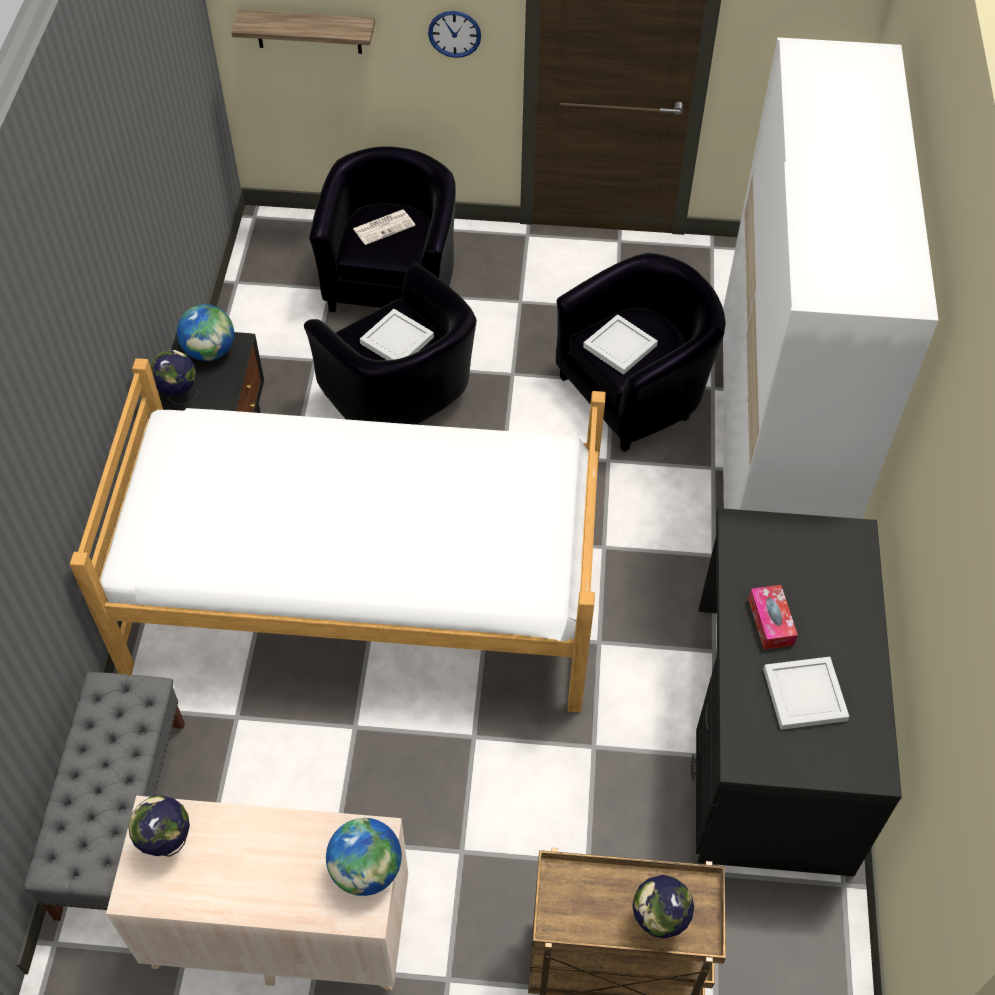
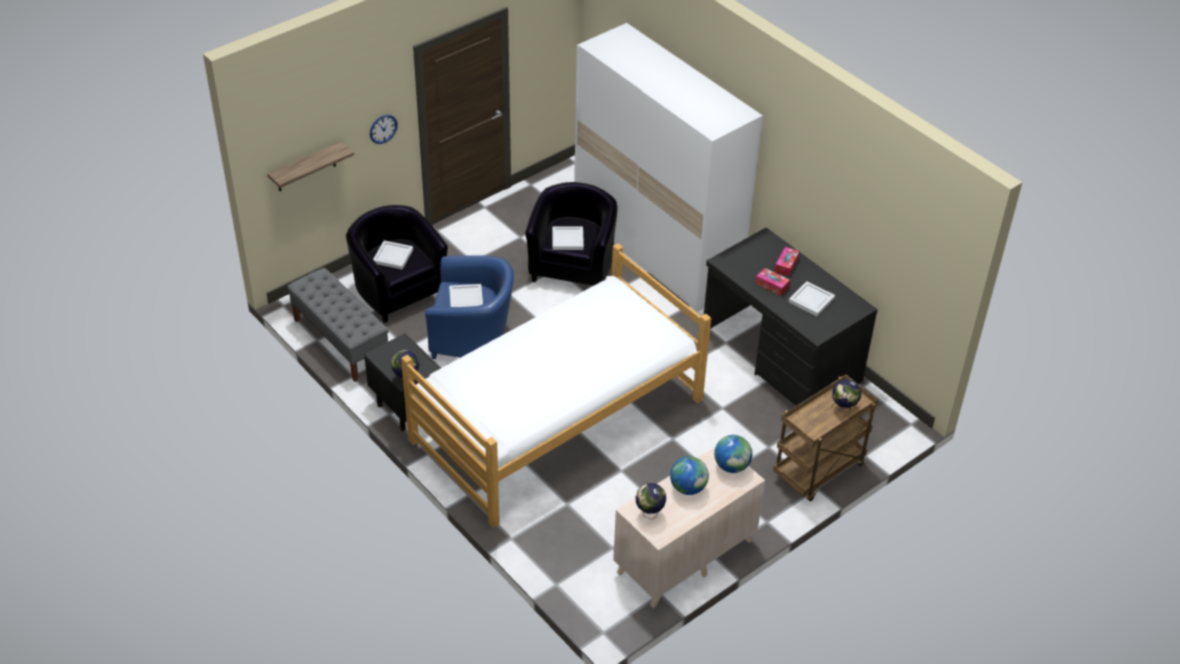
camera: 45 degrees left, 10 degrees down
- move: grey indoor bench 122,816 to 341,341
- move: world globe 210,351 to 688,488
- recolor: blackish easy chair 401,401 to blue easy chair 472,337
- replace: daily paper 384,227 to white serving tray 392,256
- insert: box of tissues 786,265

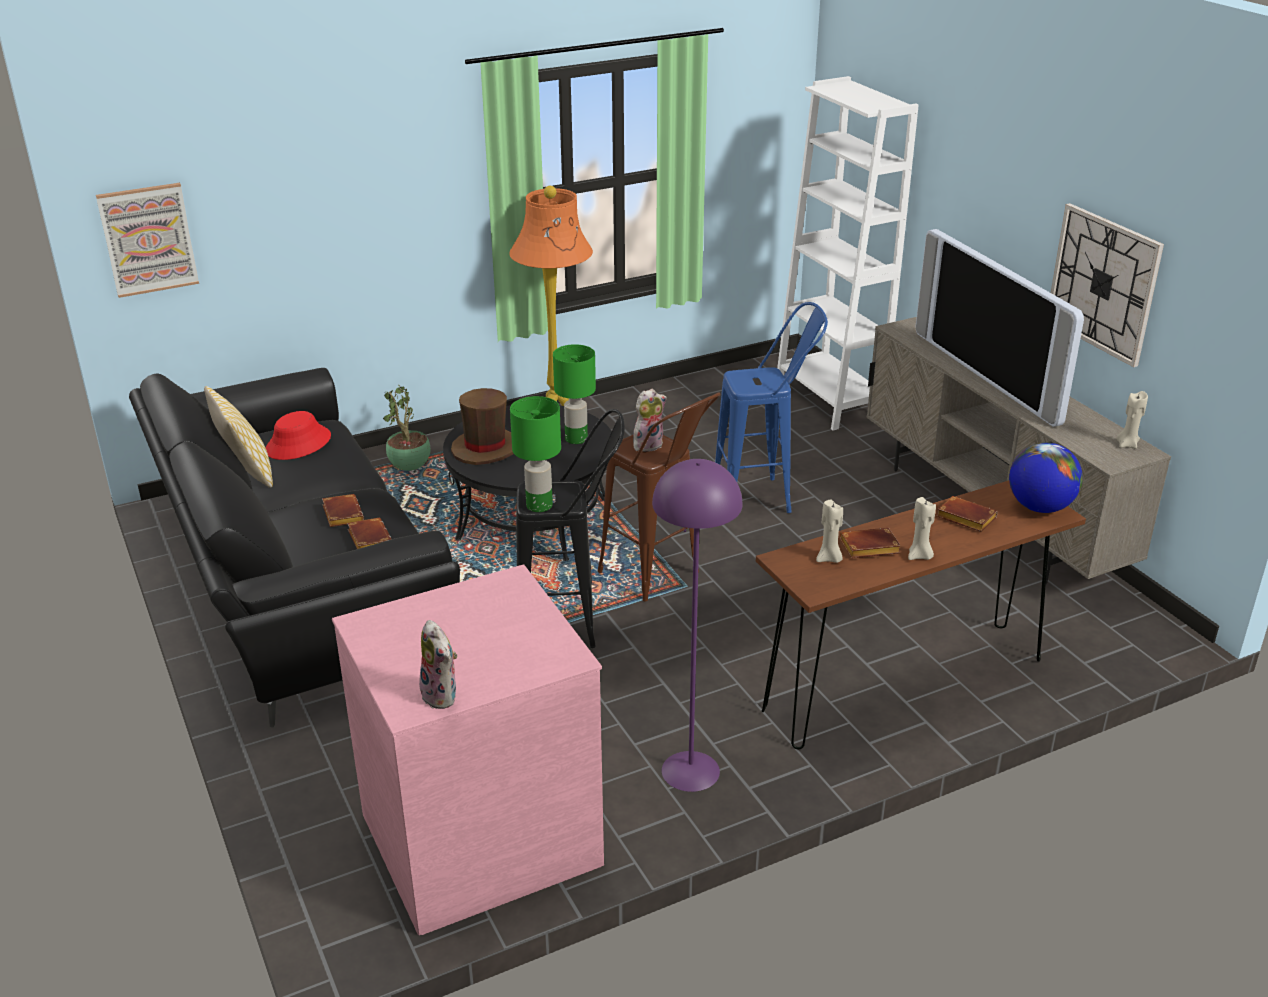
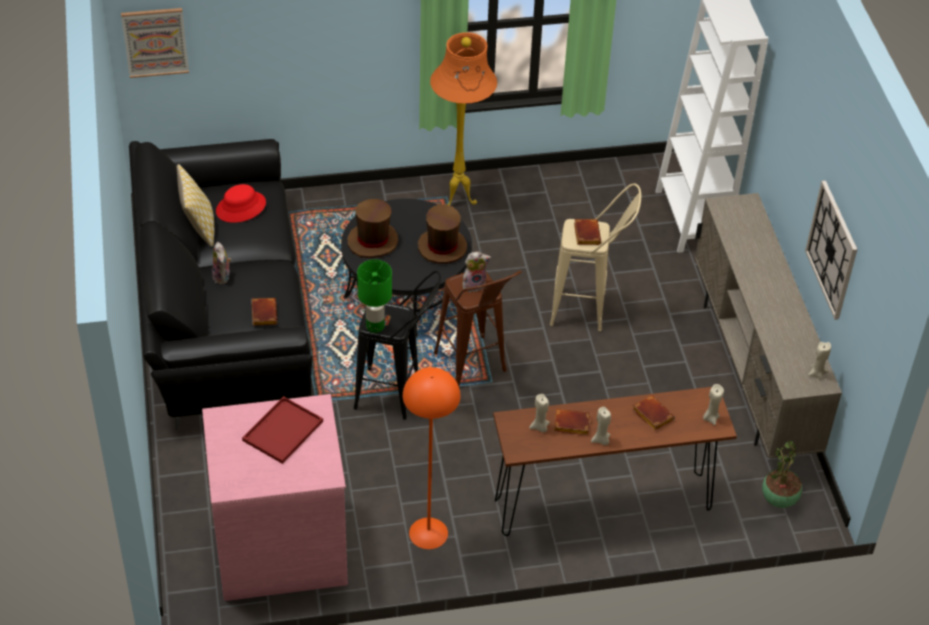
camera: 15 degrees right, 15 degrees up
- move: brown book 341,514 to 585,234
- move: plant in a pot 409,468 to 778,501
- move: soft toy 442,695 to 223,277
- replace: green lamp for a table 576,439 to brown hat 442,247
- recolor: purple-coloured standard lamp 690,771 to orange-coloured standard lamp 428,533
- recolor: blue sitting stool 764,497 to beige sitting stool 589,310
- delete: TV set 990,375
- replace: world globe 1040,507 to beige wax candle 710,418
- insert: red serving tray 282,432

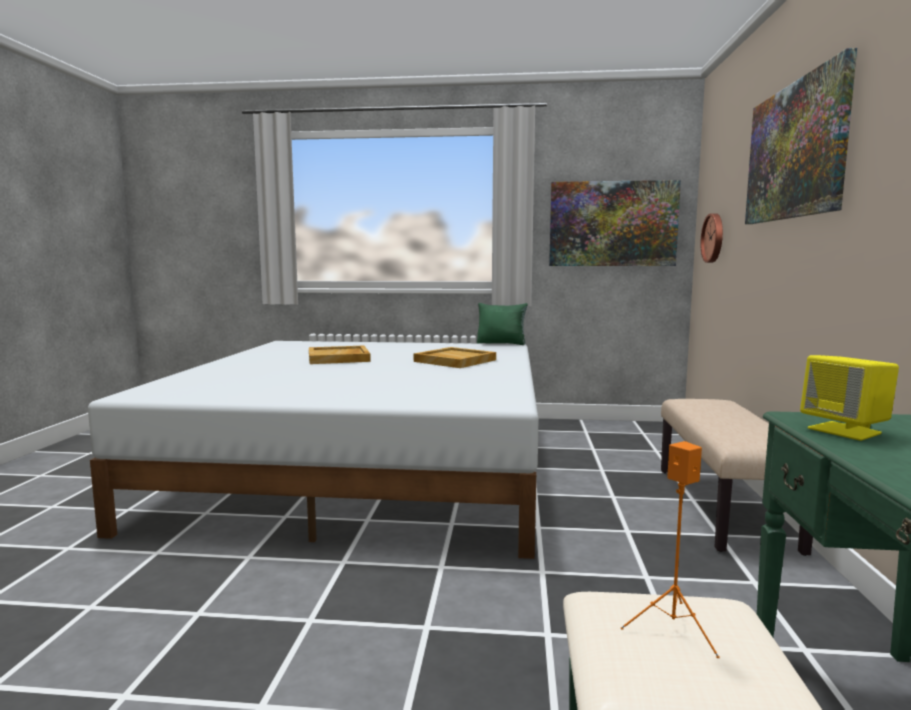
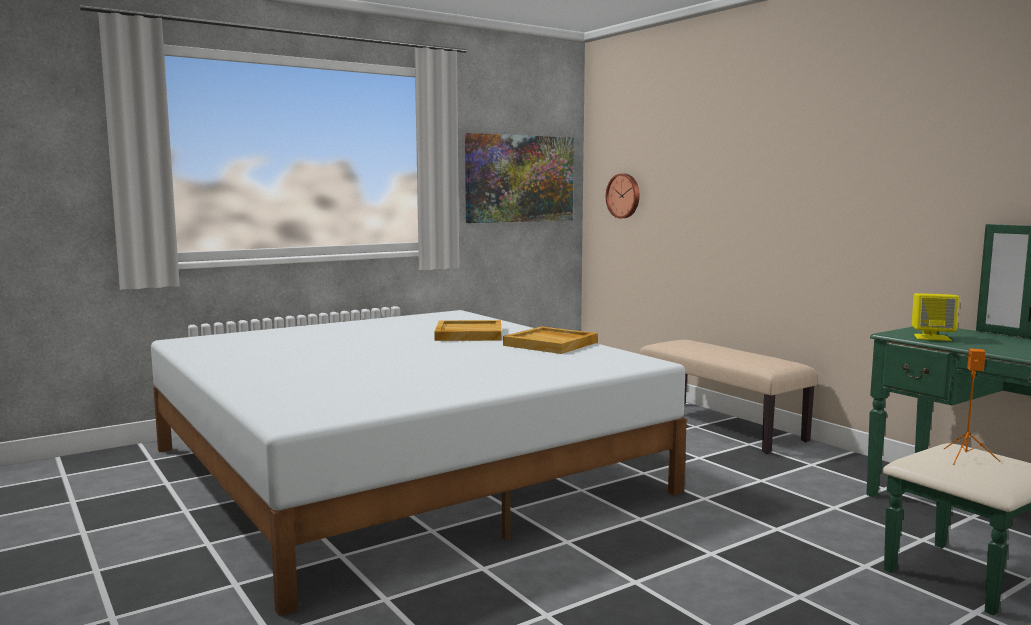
camera: 40 degrees left, 0 degrees up
- move: beige serving tray 339,358 to 551,344
- delete: green pillow 501,343
- delete: wall art 795,151

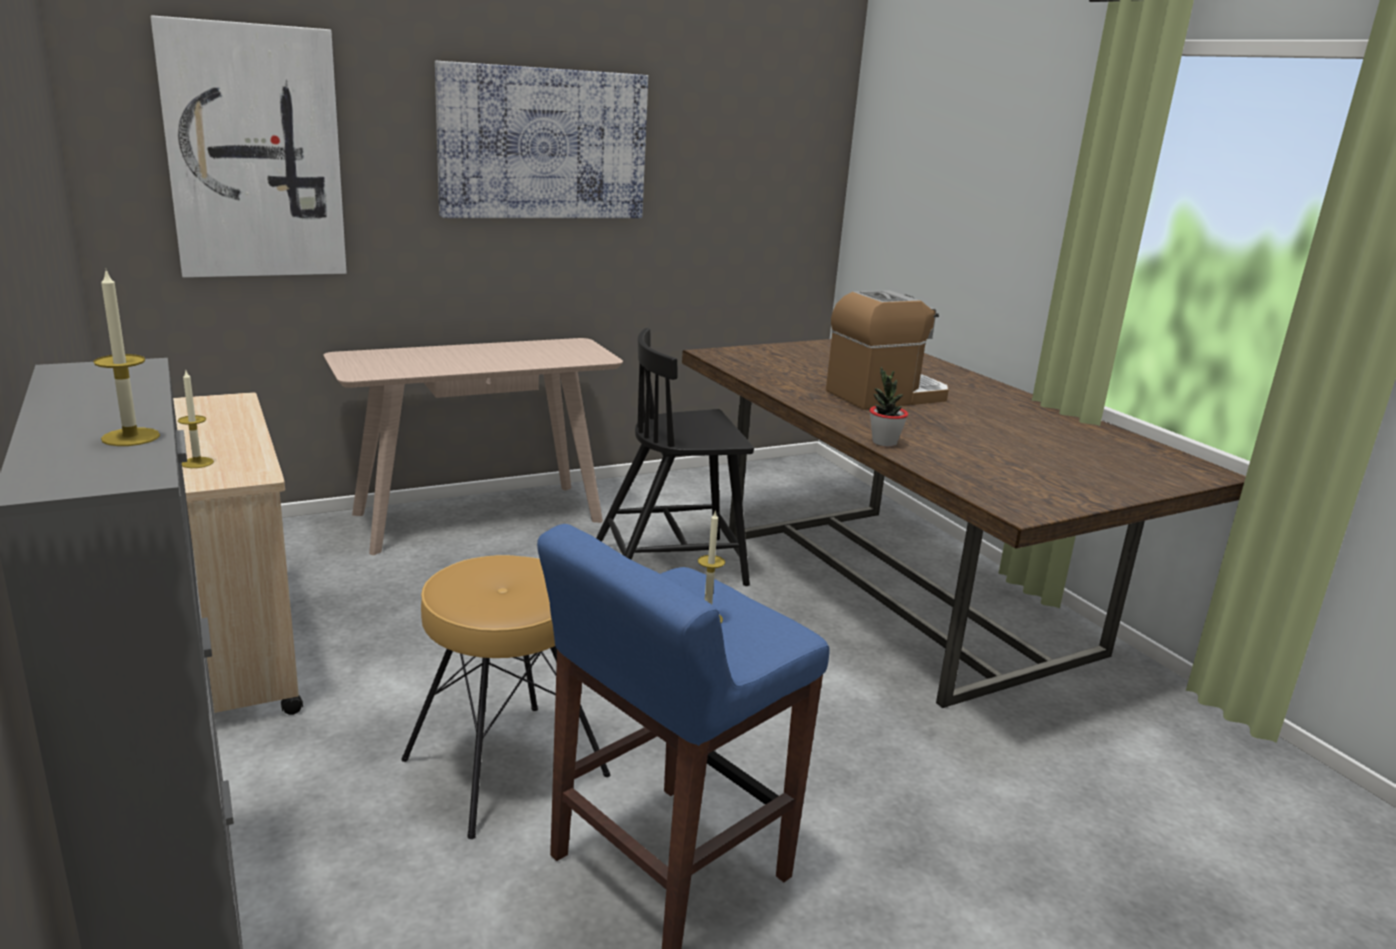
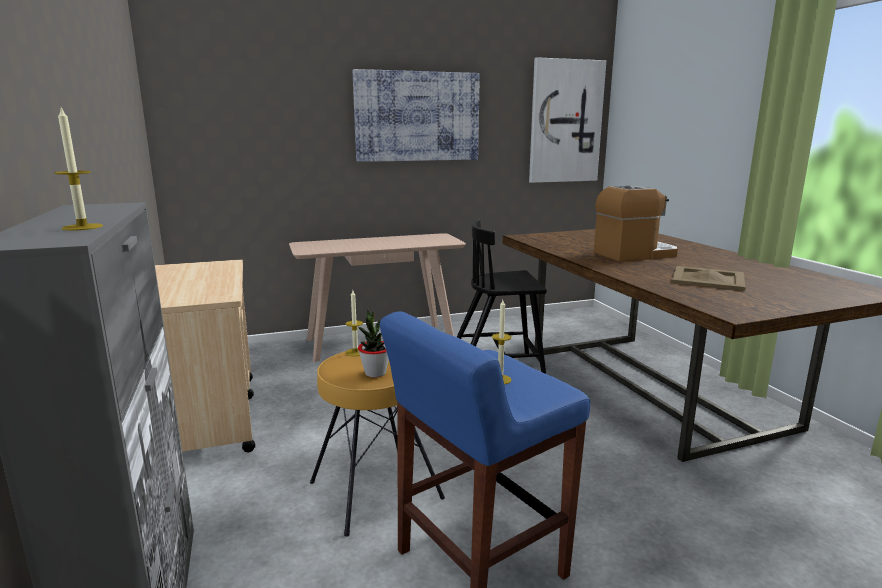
camera: 10 degrees right, 5 degrees down
- move: wall art 255,153 to 565,122
- move: wax candle 197,462 to 355,352
- move: plant in a pot 884,442 to 375,373
- insert: beige serving tray 707,278

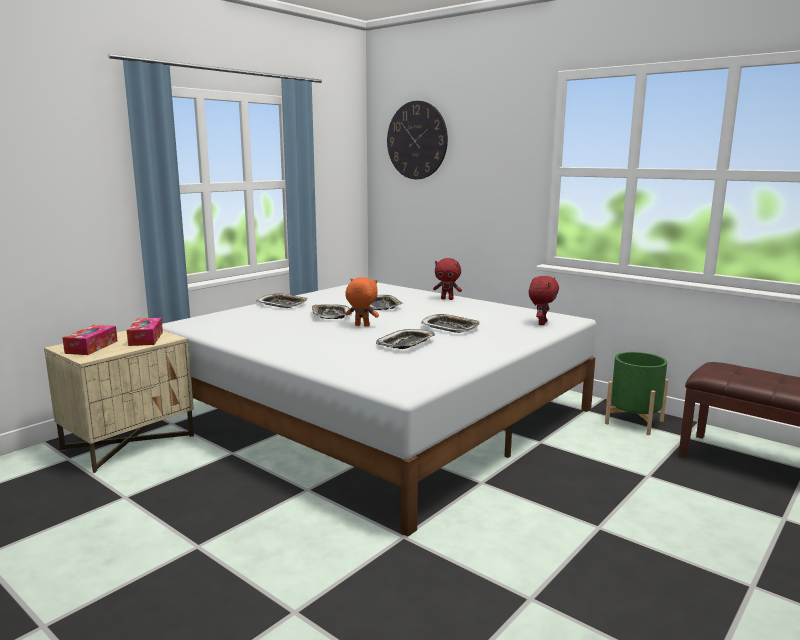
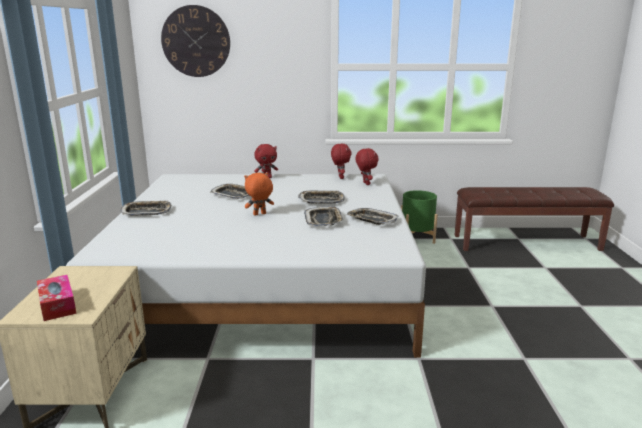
camera: 40 degrees left, 5 degrees up
- delete: box of tissues 146,338
- move: serving tray 330,315 to 372,220
- insert: red soft toy 340,177

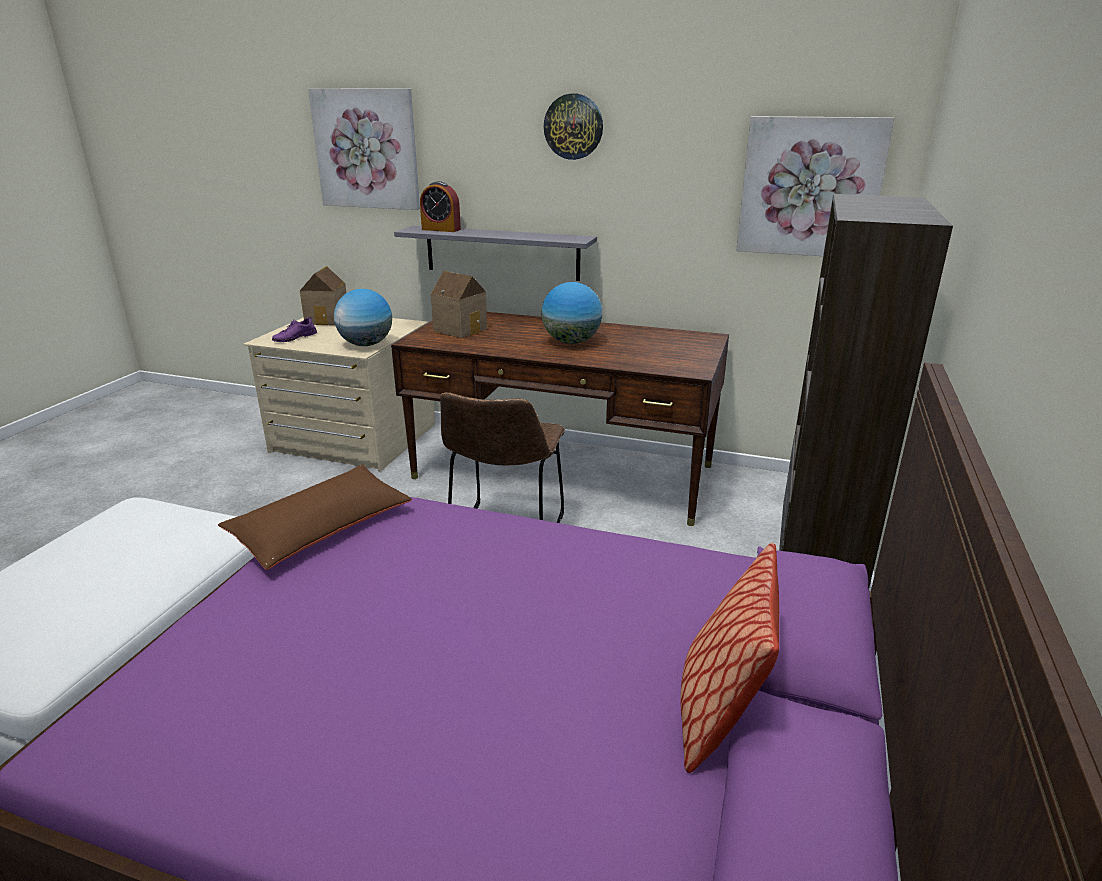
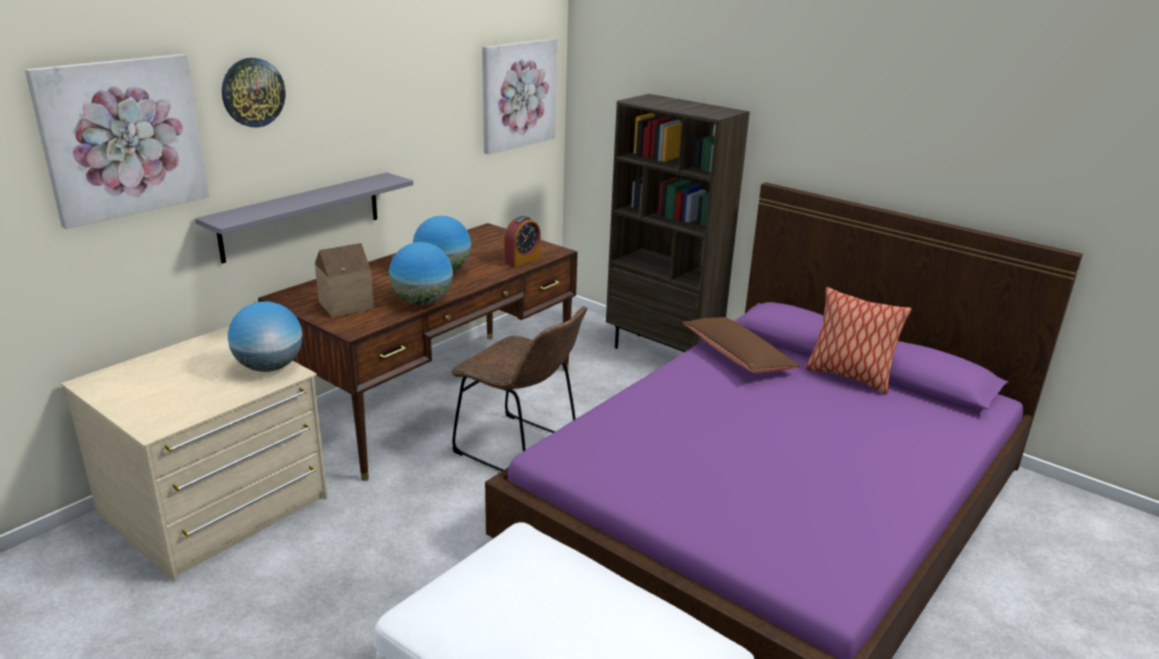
camera: 70 degrees left, 0 degrees up
- move: brown pillow 322,529 to 737,356
- delete: purple-coloured item of footwear 294,337
- delete: model house 329,320
- move: alarm clock 441,229 to 522,260
- move: wall clock 573,127 to 253,92
- insert: world globe 422,302

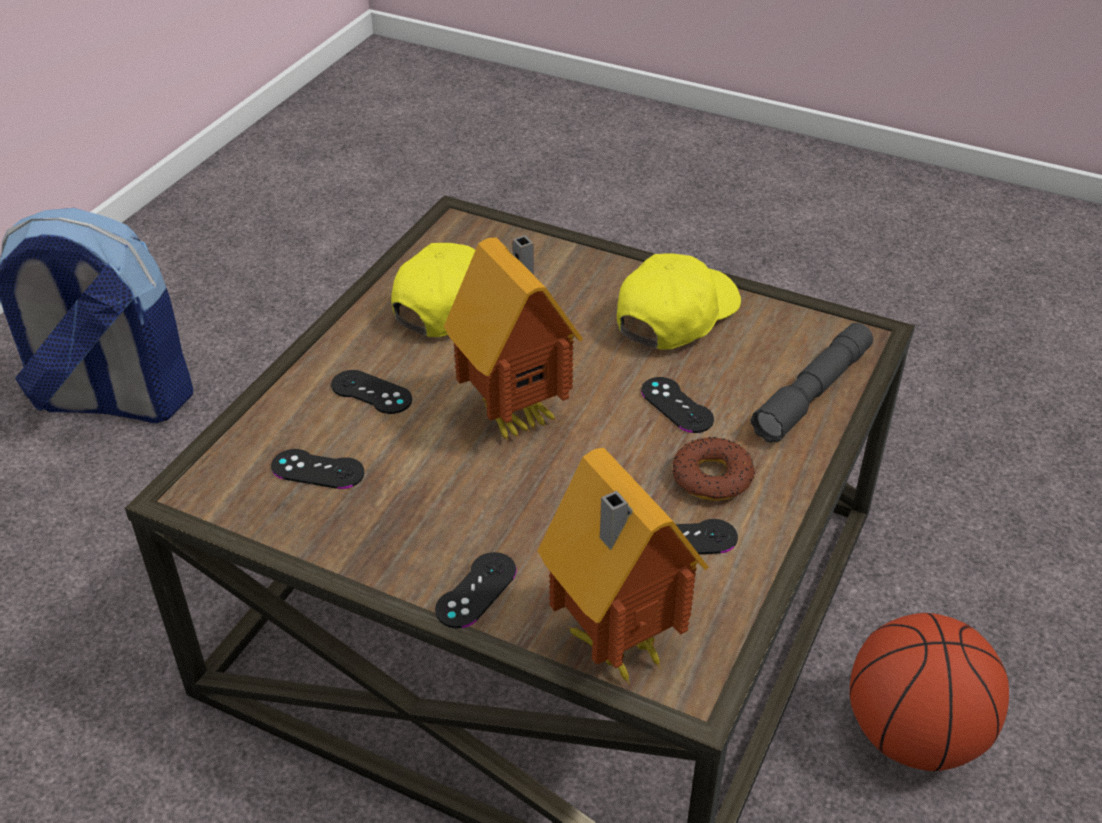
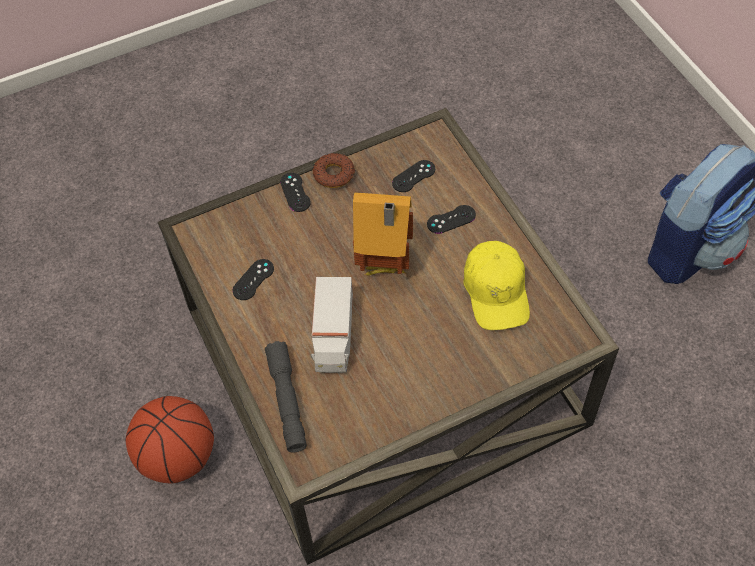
camera: 130 degrees right, 15 degrees up
- delete: model house 613,648
- delete: yellow cap 675,315
- replace: blackish joypad 677,405 to toy truck 333,335
- move: doughnut 711,477 to 334,174

